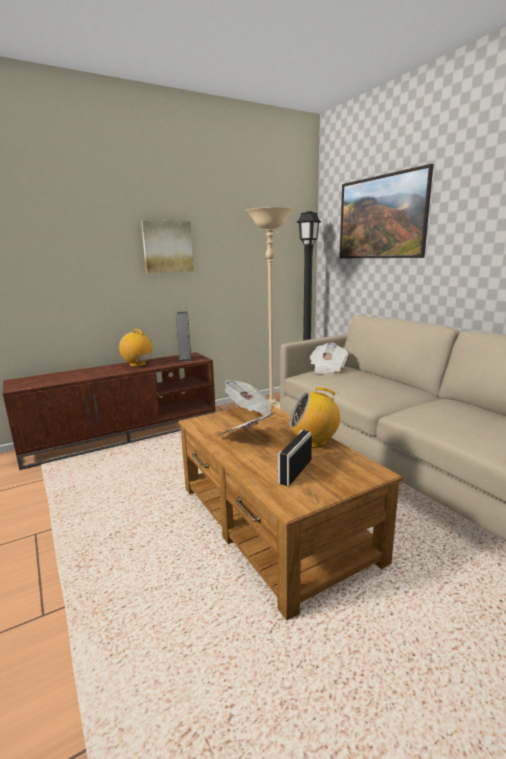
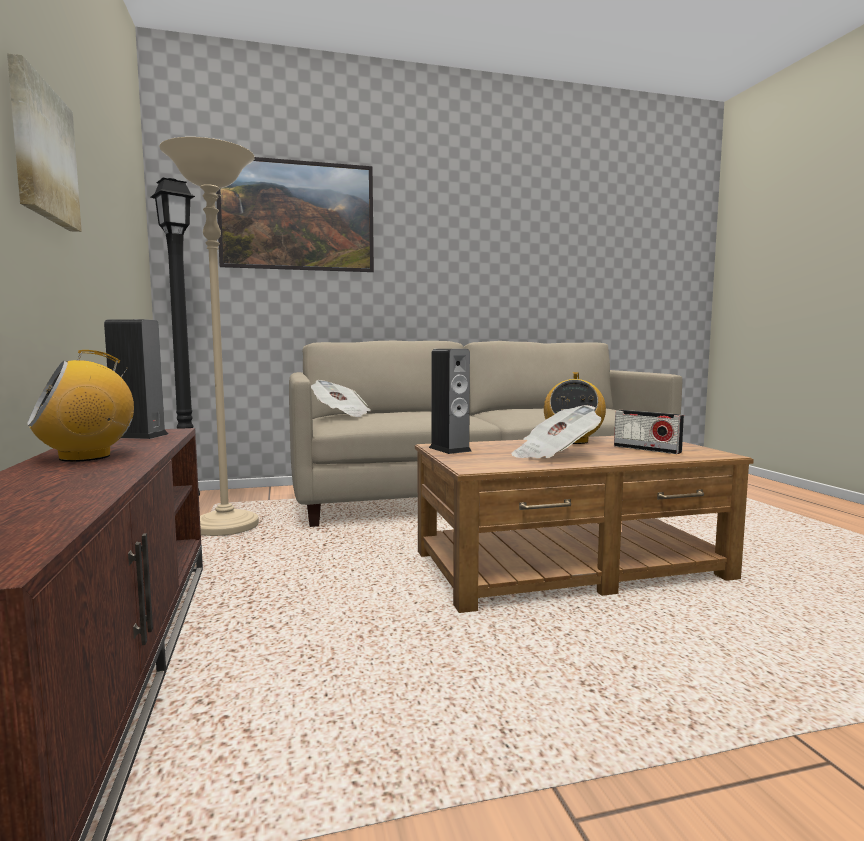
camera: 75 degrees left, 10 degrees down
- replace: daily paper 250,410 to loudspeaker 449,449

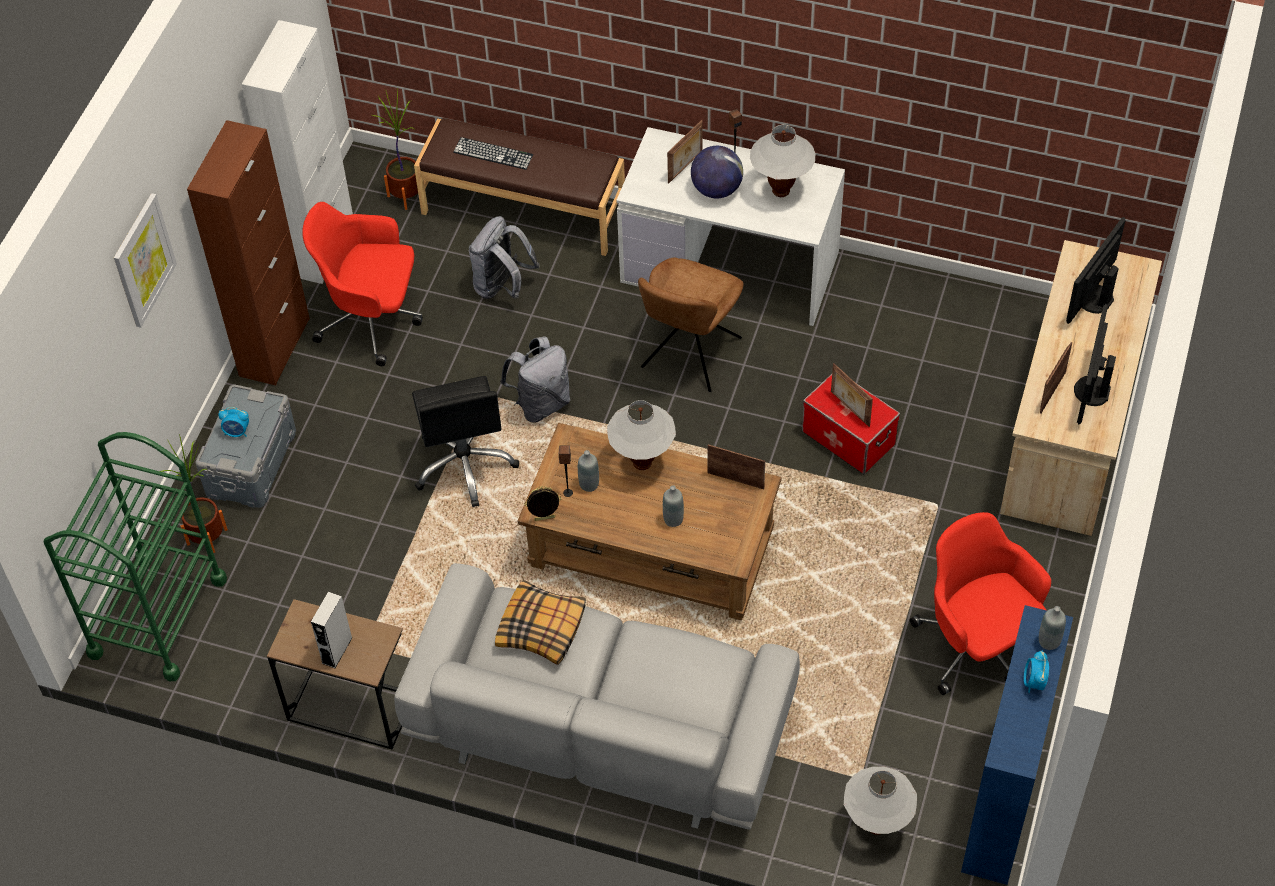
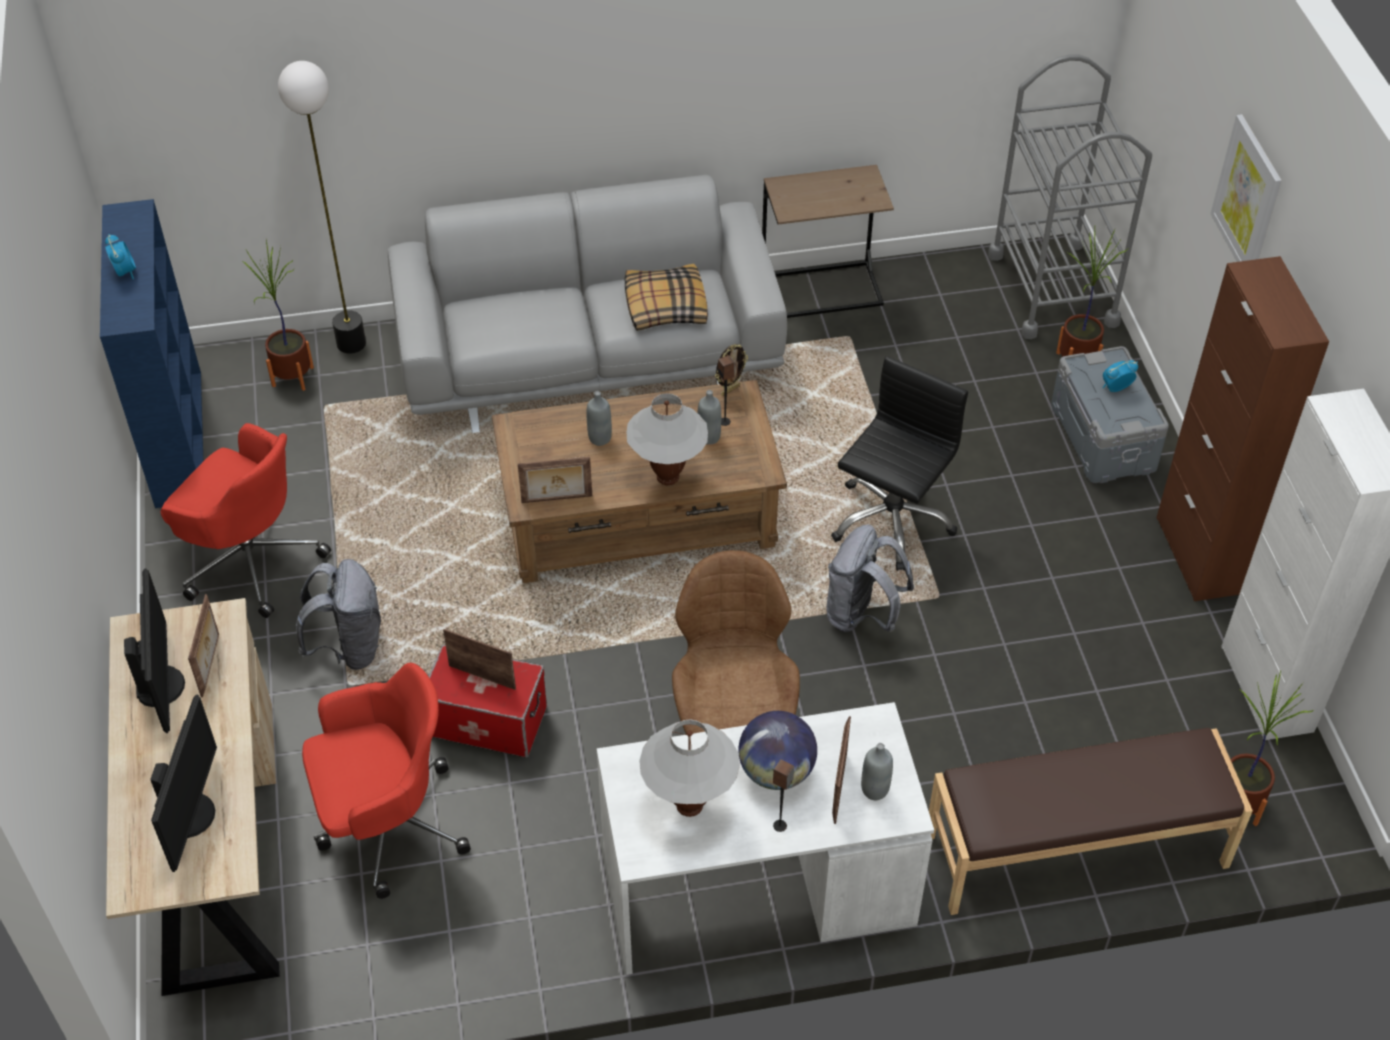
camera: 150 degrees right, 5 degrees down
- recolor: green cart 157,616 to grey cart 1052,289
- move: red desk chair 372,319 to 387,824
- delete: grey loudspeaker 337,650
- rotate: blackish desk chair 465,464 = 891,521 75 degrees clockwise
- delete: PC keyboard 493,153
- move: grey rucksack 502,286 to 349,647
- replace: white lamp for a table 876,825 to plant in a pot 292,377
- move: grey beverage bottle 1049,641 to 875,789
- insert: standard lamp 351,343

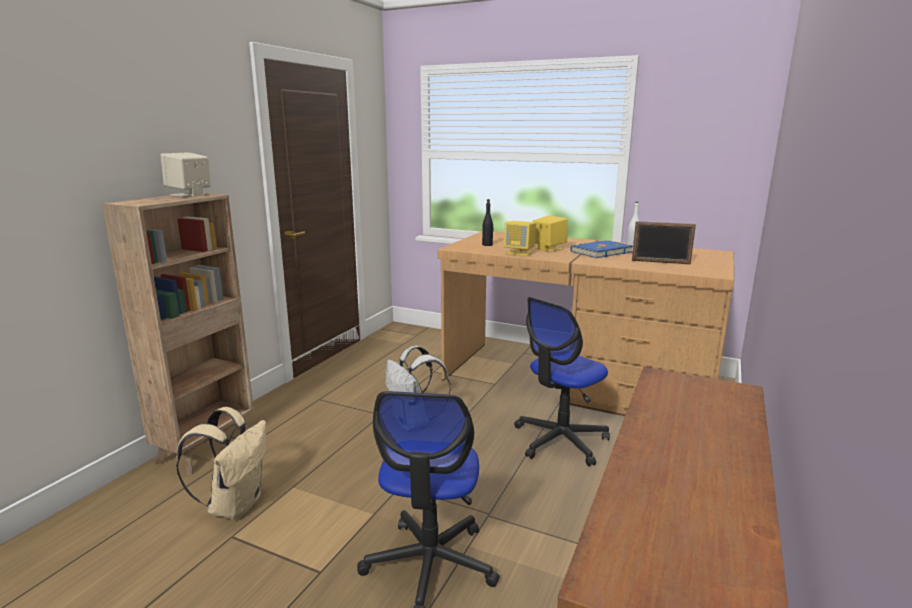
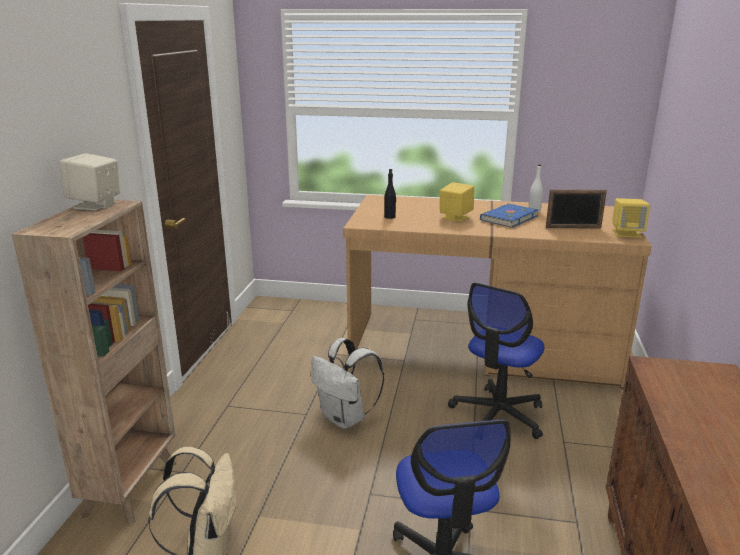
camera: 15 degrees left, 5 degrees up
- move: yellow loudspeaker 519,253 to 627,233

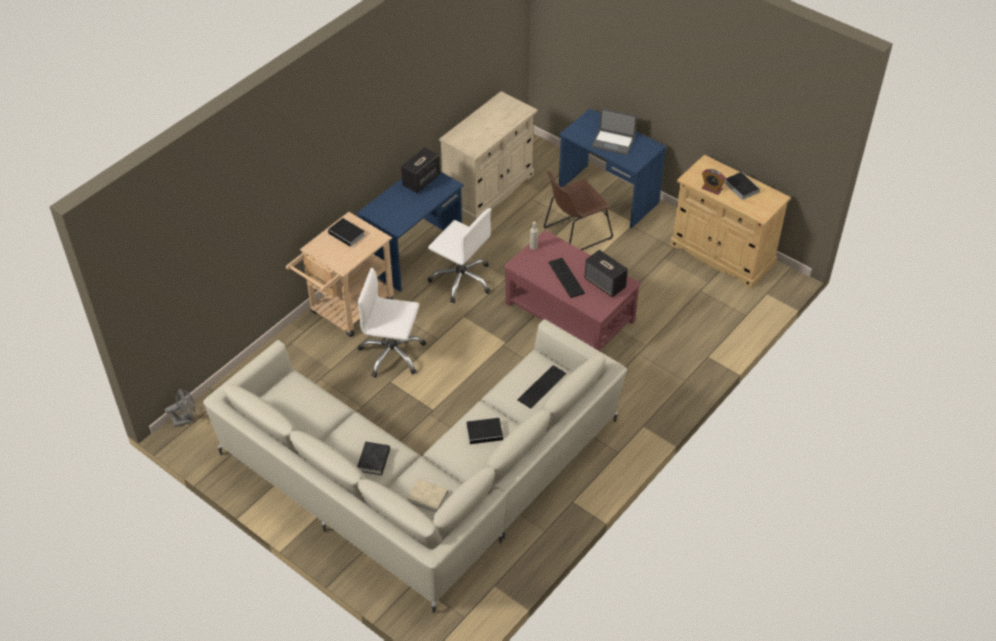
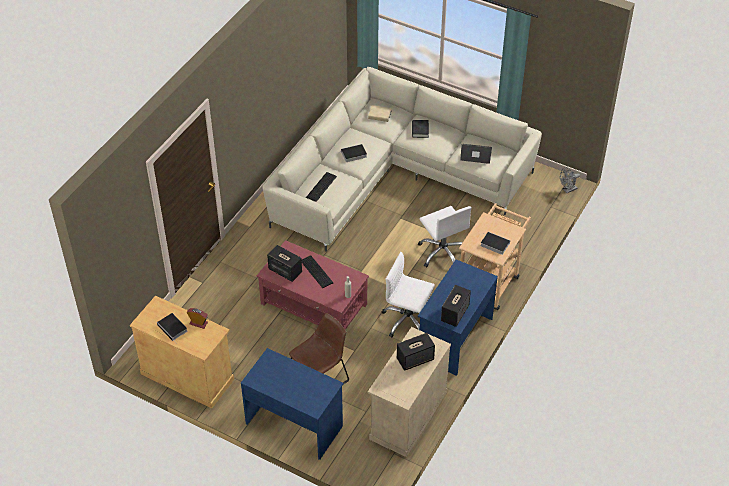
camera: 170 degrees right, 0 degrees up
- rotate: white desk chair 392,354 = 443,252 60 degrees clockwise
- move: laptop 613,142 to 475,154
- insert: loudspeaker 415,359

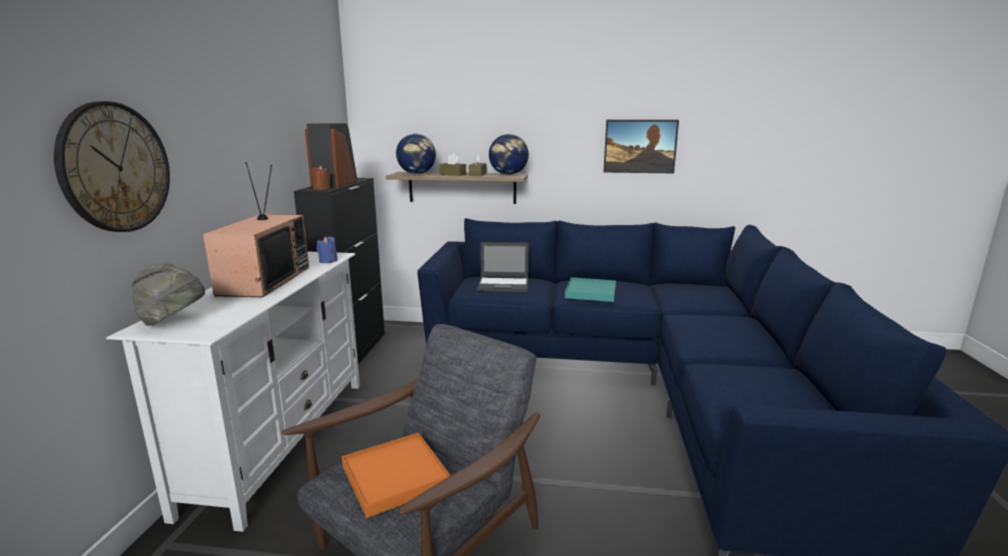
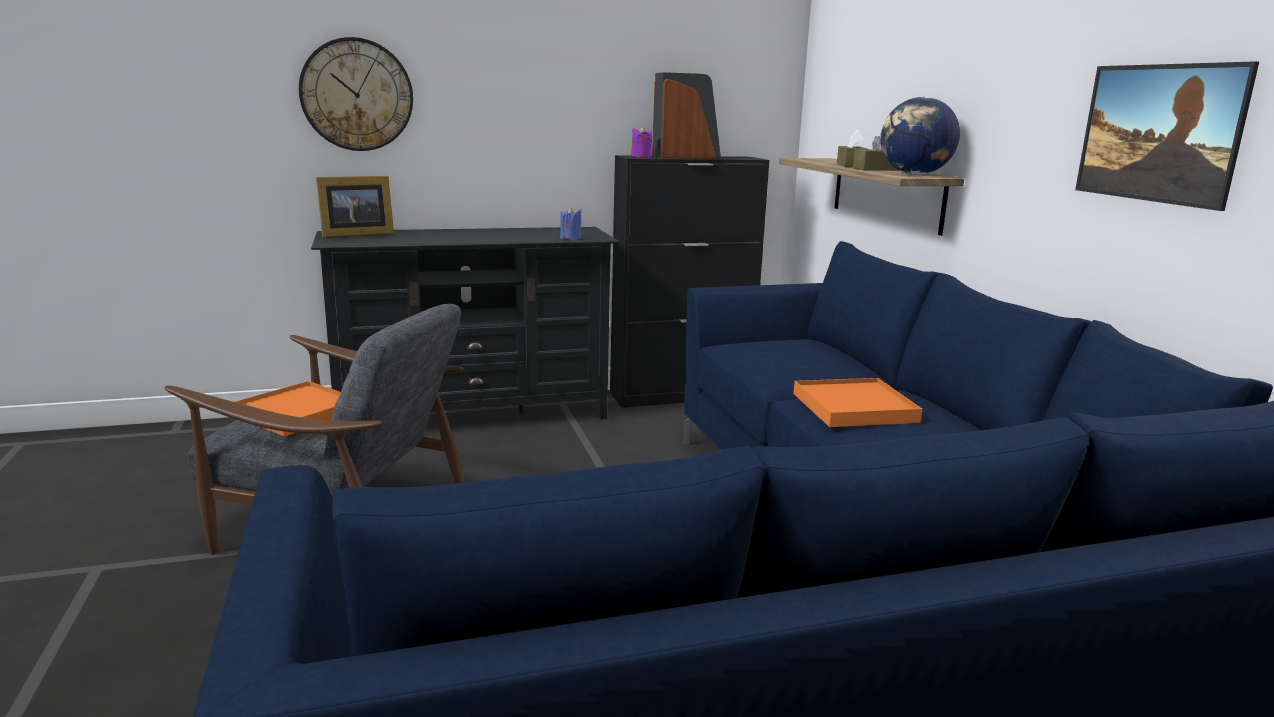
camera: 65 degrees right, 0 degrees up
- recolor: white tv unit 281,440 to blackish tv unit 473,415
- replace: grey hat 174,321 to standing frame 354,234
- delete: TV set 264,280
- recolor: brown wax candle 322,189 to purple-coloured wax candle 641,157
- delete: world globe 417,174
- delete: laptop 504,285
- recolor: blue-green serving tray 591,292 to orange-coloured serving tray 854,408

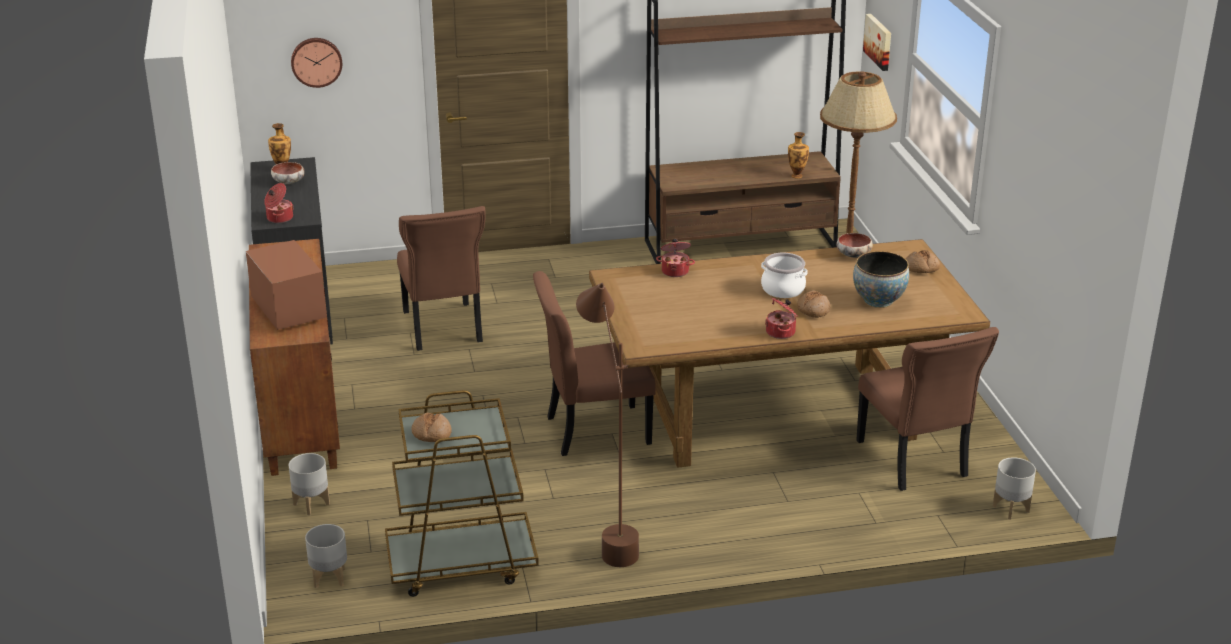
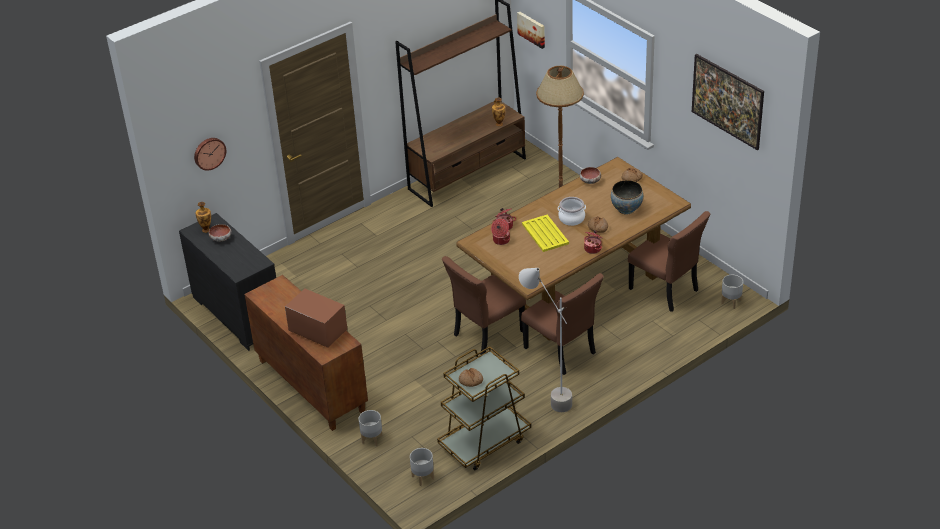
camera: 25 degrees left, 10 degrees up
- move: stockpot 279,218 to 501,240
- move: brown chair 443,329 to 561,352
- recolor: brown standard lamp 608,537 to grey standard lamp 547,396
- insert: yellow serving tray 545,234
- insert: wall art 726,115

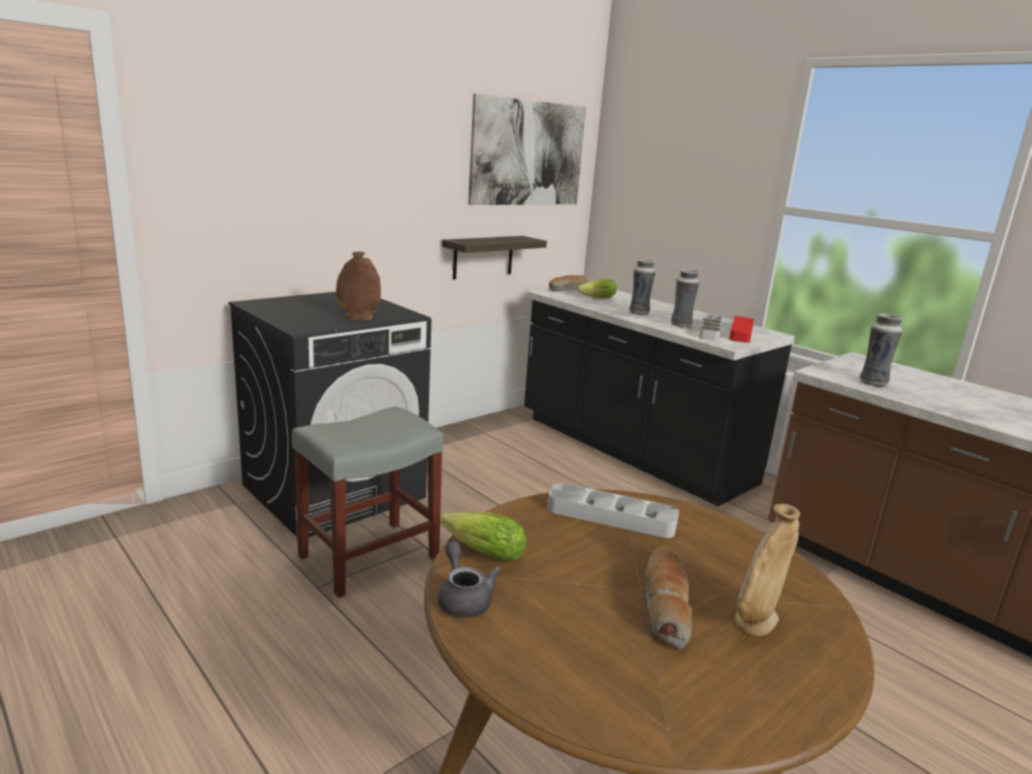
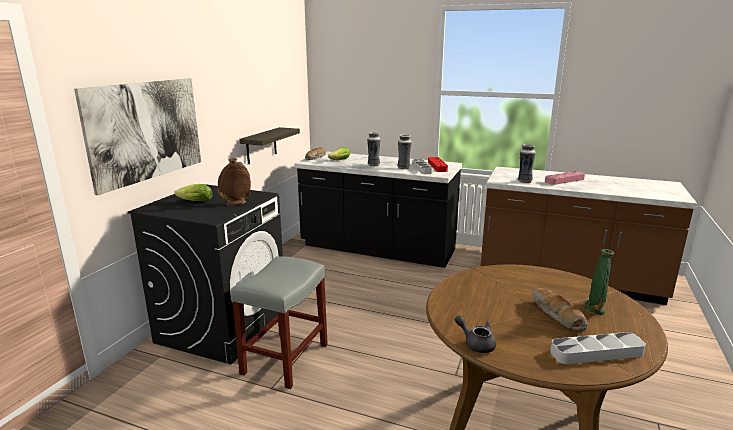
camera: 25 degrees left, 0 degrees up
- move: head of lettuce 480,552 to 194,201
- move: wall art 528,153 to 146,131
- move: grey serving tray 611,516 to 596,352
- recolor: beige vase 756,621 to green vase 594,309
- insert: pink-coloured serving tray 564,180

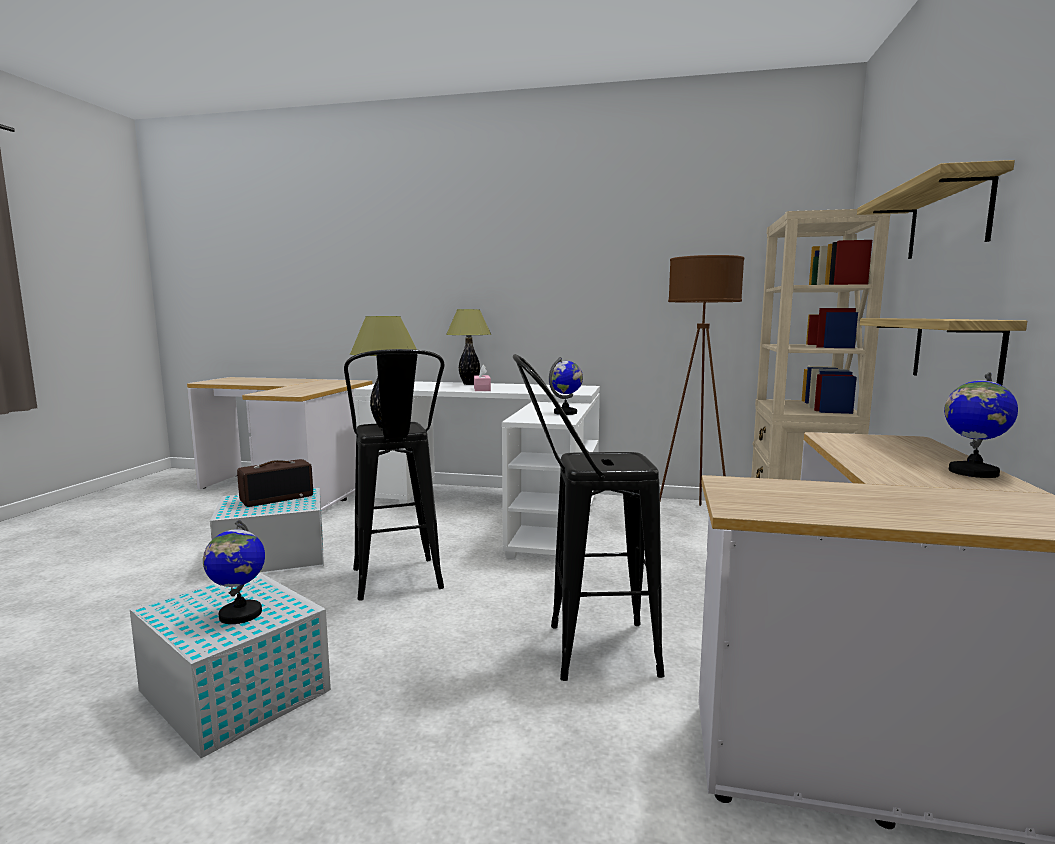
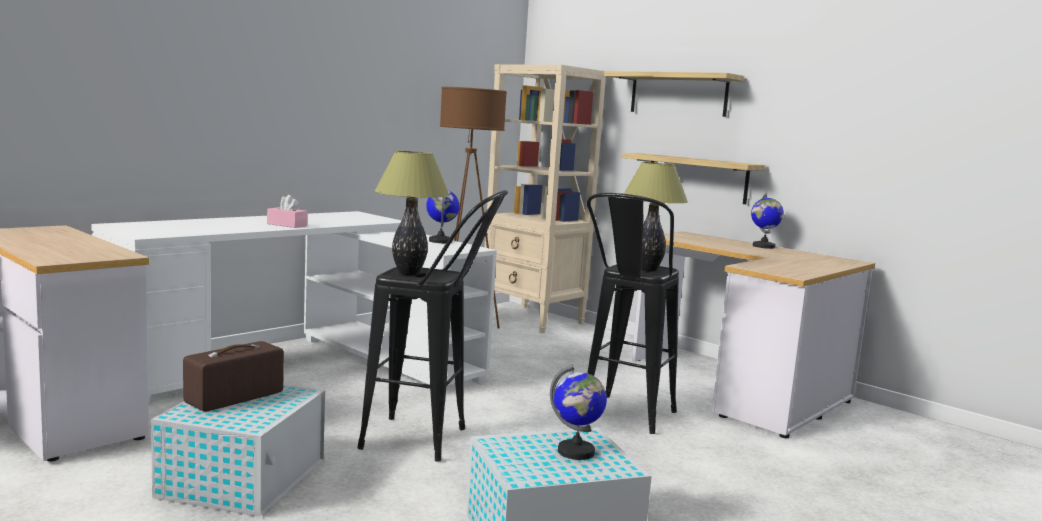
camera: 60 degrees left, 0 degrees up
- rotate: radio 277,498 = 234,398 135 degrees counterclockwise
- move: lamp for a table 469,384 to 648,270

